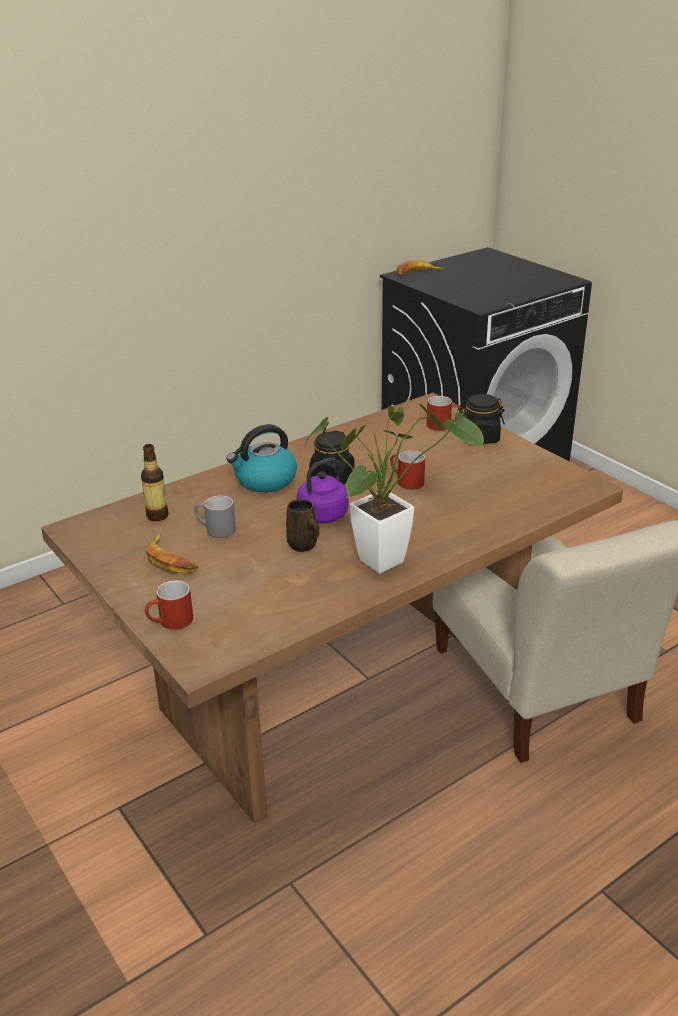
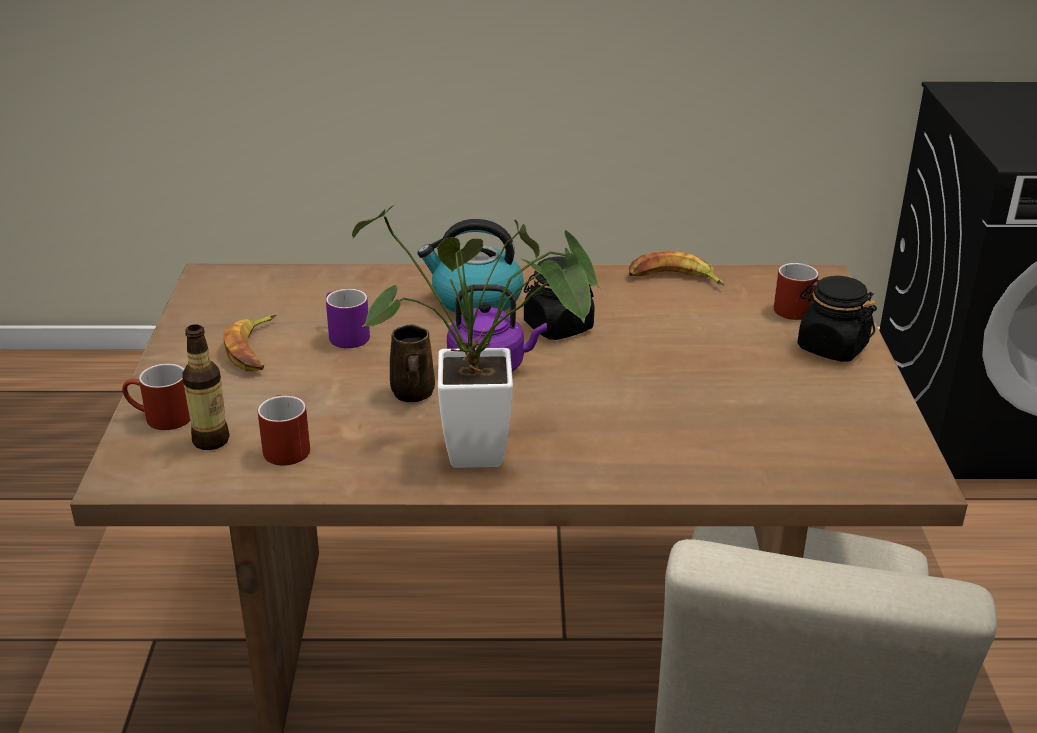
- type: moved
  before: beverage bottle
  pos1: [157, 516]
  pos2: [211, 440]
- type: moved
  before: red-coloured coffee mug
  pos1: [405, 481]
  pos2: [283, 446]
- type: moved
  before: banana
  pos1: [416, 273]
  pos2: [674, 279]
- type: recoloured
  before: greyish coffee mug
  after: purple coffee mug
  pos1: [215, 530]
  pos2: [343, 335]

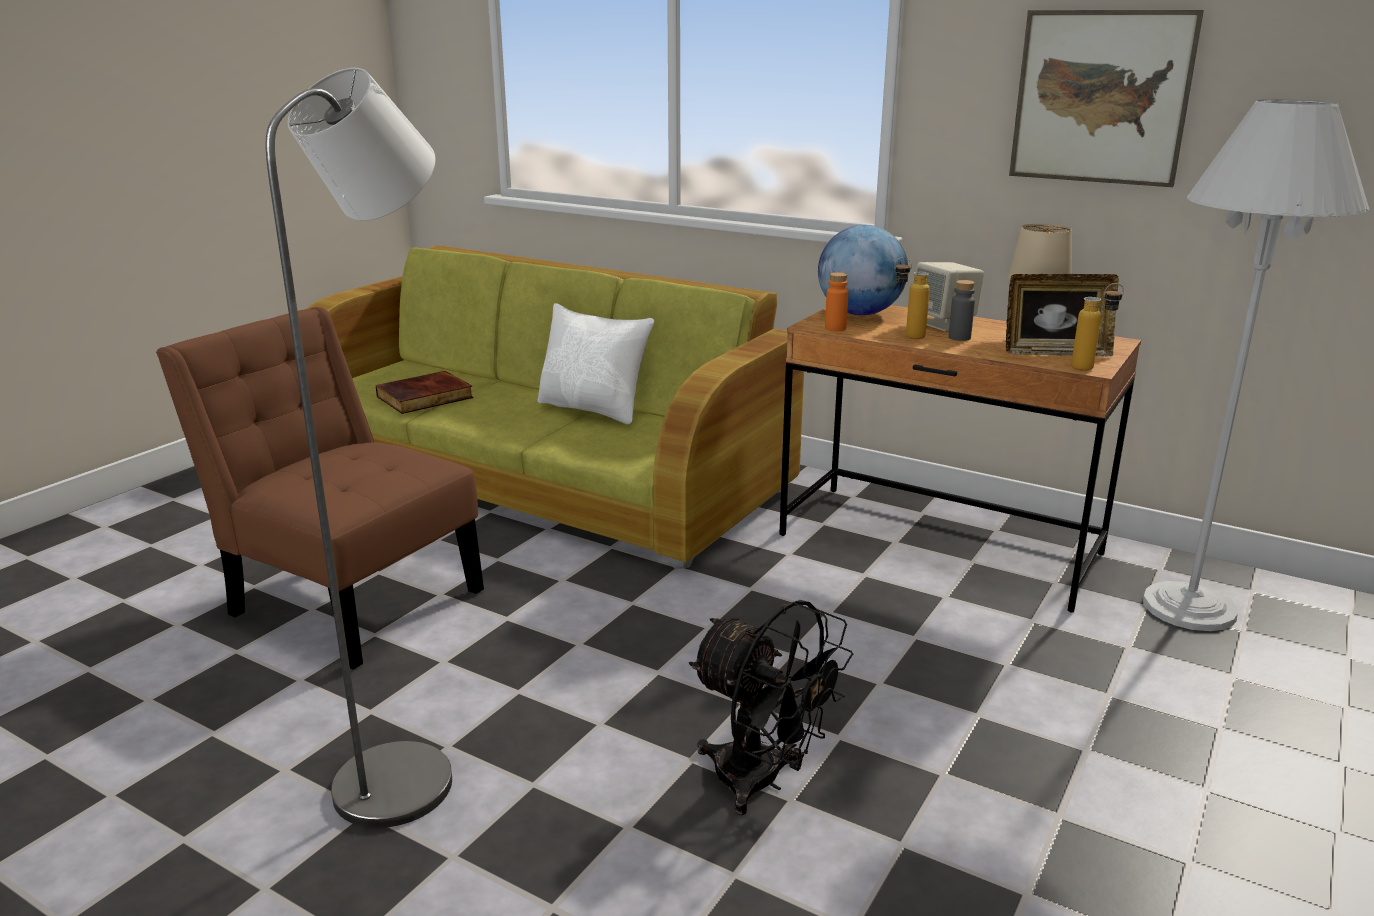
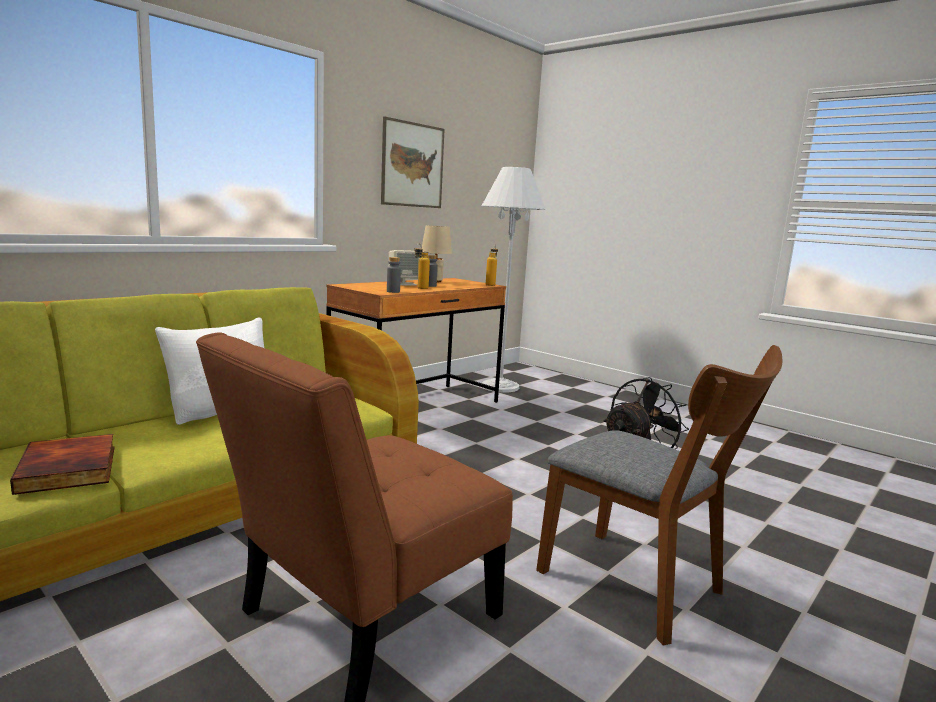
- type: removed
  before: globe
  pos1: [860, 313]
- type: removed
  before: picture frame
  pos1: [1055, 353]
- type: replaced
  before: greyish standing lamp
  after: brown-coloured upright chair
  pos1: [411, 773]
  pos2: [641, 588]
- type: recoloured
  before: orange-coloured beverage bottle
  after: greyish beverage bottle
  pos1: [835, 328]
  pos2: [393, 291]

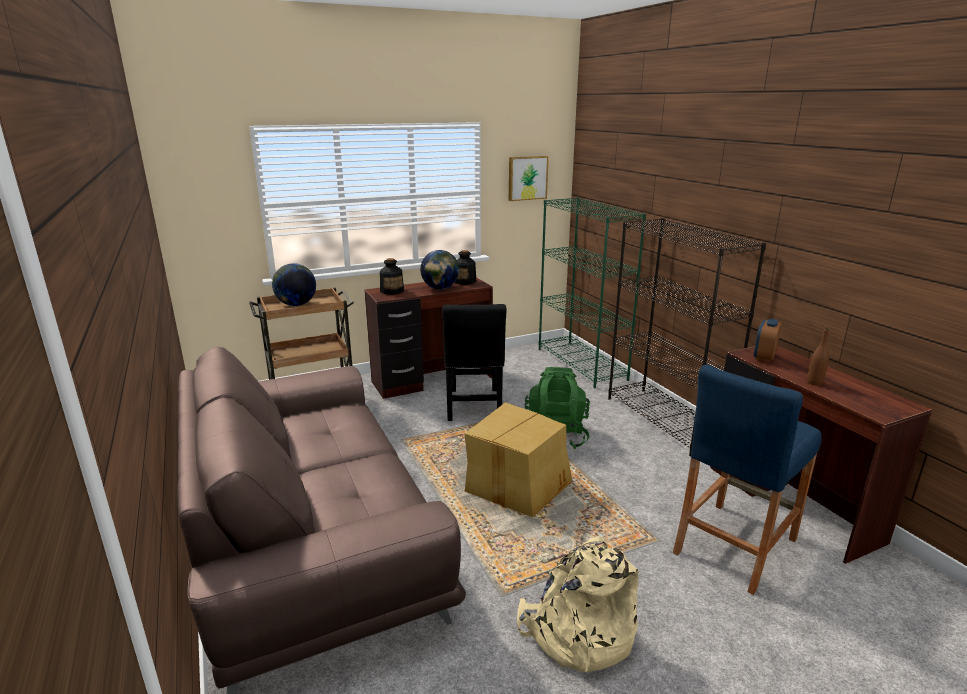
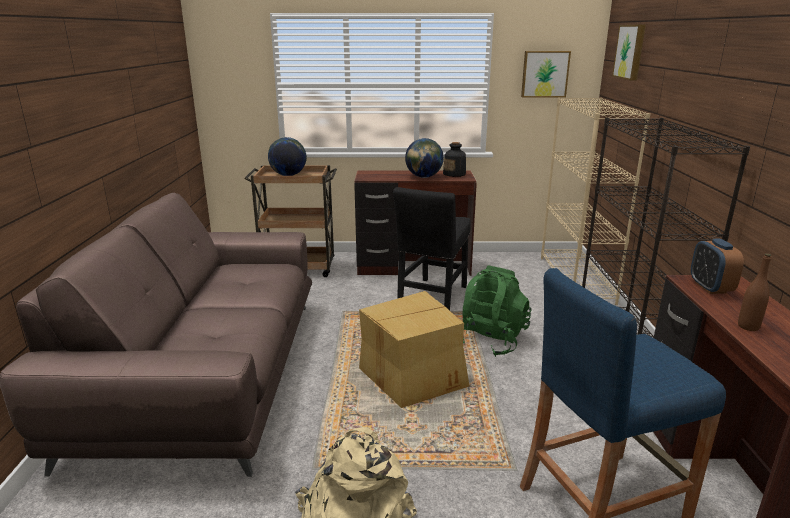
- type: removed
  before: beverage bottle
  pos1: [392, 291]
- type: added
  after: wall art
  pos2: [631, 52]
- type: recoloured
  before: green-coloured bookshelf
  after: beige-coloured bookshelf
  pos1: [581, 364]
  pos2: [576, 280]
- type: turned
  before: bedside clock
  pos1: [764, 357]
  pos2: [710, 288]
  turn: -60

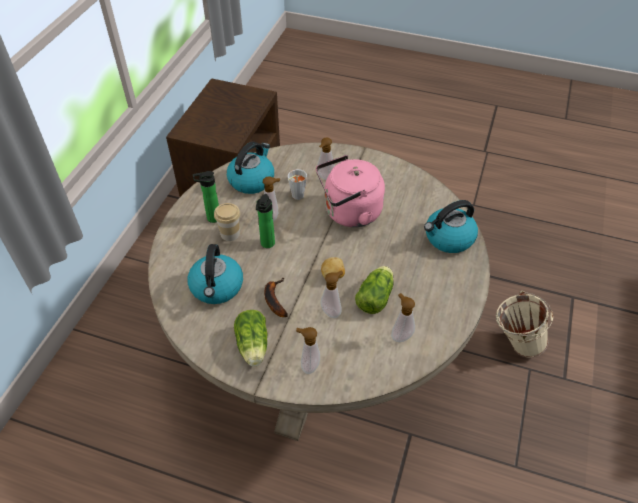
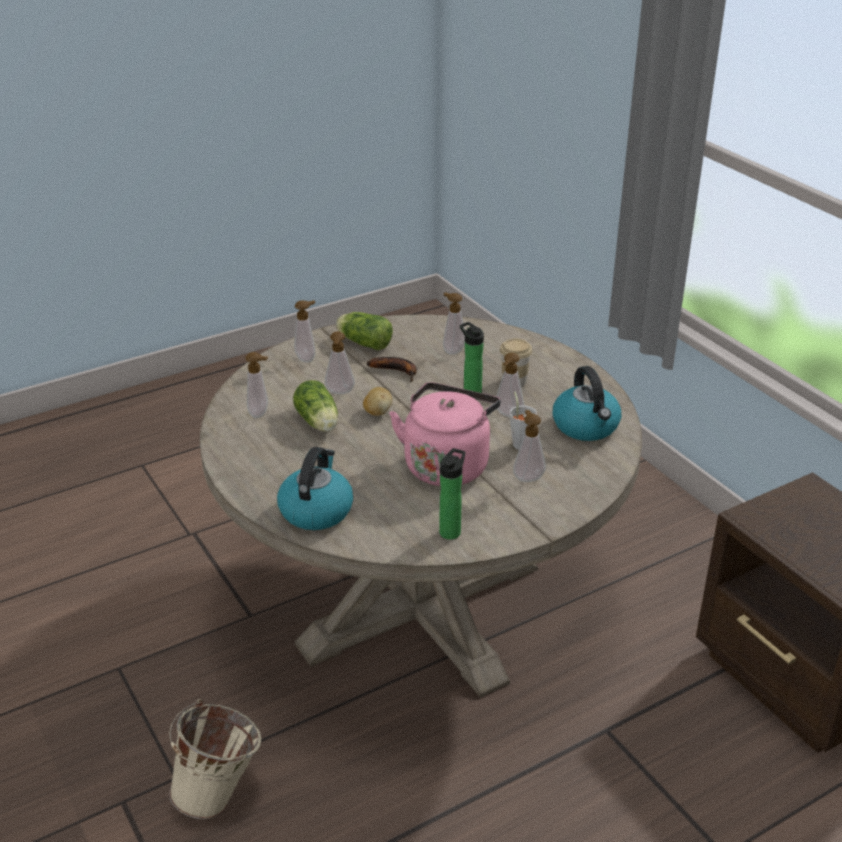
- type: moved
  before: beverage bottle
  pos1: [211, 218]
  pos2: [451, 530]
- type: replaced
  before: water kettle
  after: soap dispenser
  pos1: [217, 287]
  pos2: [452, 350]

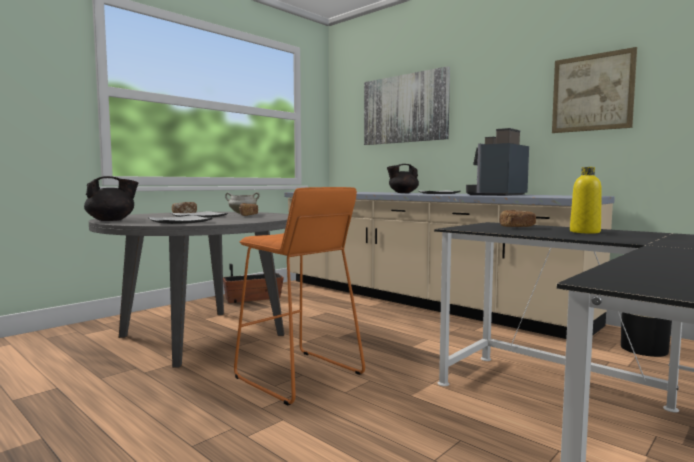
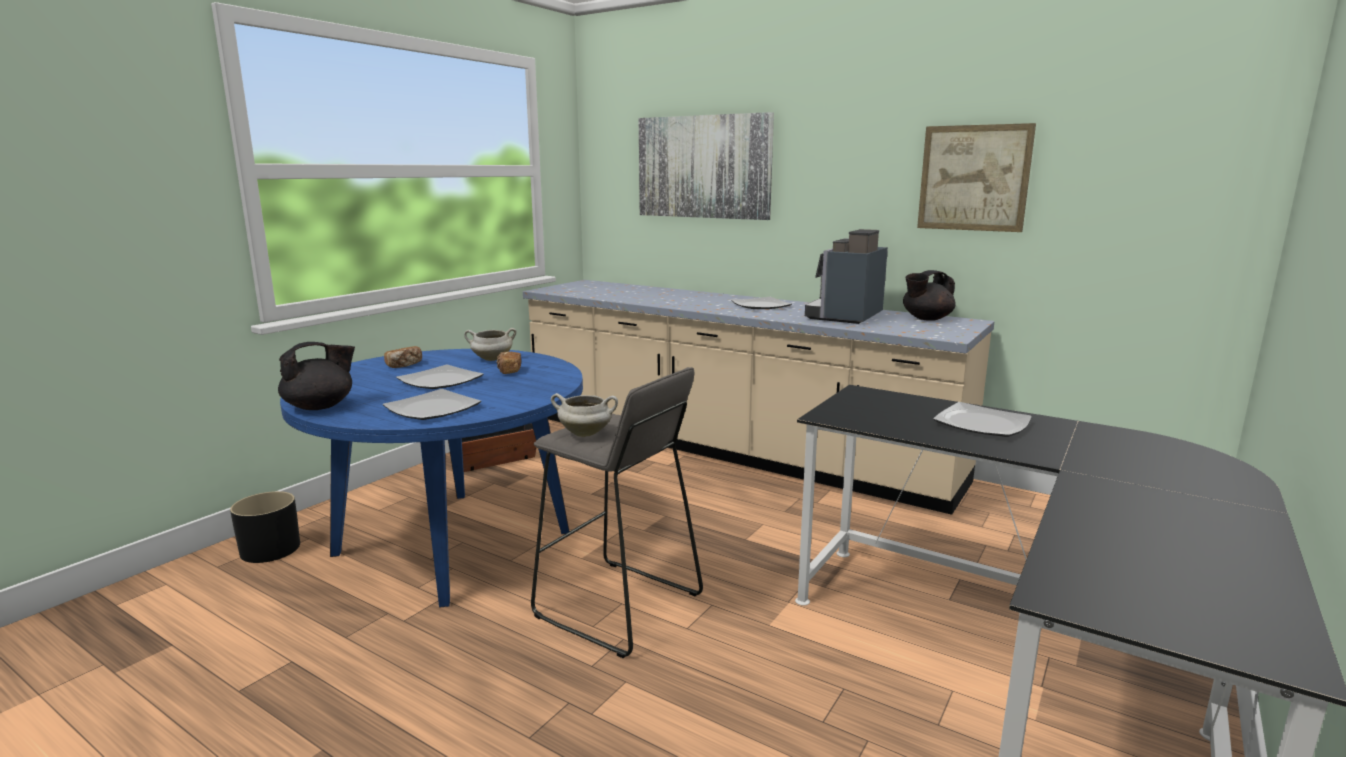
- type: removed
  before: bread
  pos1: [516, 227]
- type: added
  after: white-coloured stockpot
  pos2: [586, 433]
- type: moved
  before: black pot for tea
  pos1: [403, 193]
  pos2: [926, 319]
- type: moved
  before: black plant pot
  pos1: [643, 349]
  pos2: [270, 549]
- type: replaced
  before: yellowish beverage bottle
  after: plate
  pos1: [585, 232]
  pos2: [981, 423]
- type: recoloured
  before: greyish dining table
  after: blue-coloured dining table
  pos1: [202, 336]
  pos2: [454, 543]
- type: recoloured
  before: orange-coloured stool seat
  after: greyish stool seat
  pos1: [298, 376]
  pos2: [617, 606]

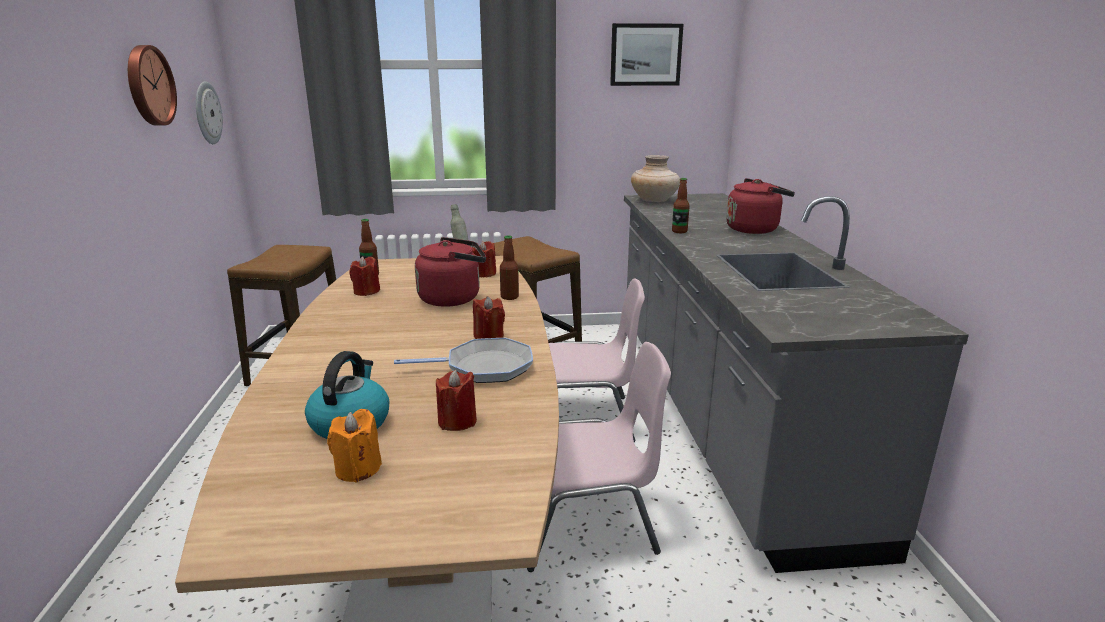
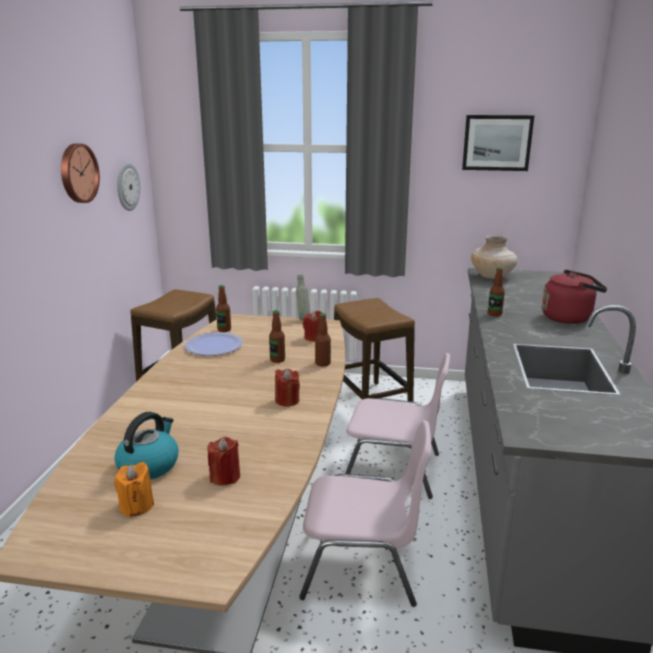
- type: removed
  before: skillet
  pos1: [484, 367]
- type: replaced
  before: red-coloured wax candle
  after: plate
  pos1: [366, 292]
  pos2: [214, 345]
- type: replaced
  before: red-coloured water kettle
  after: beverage bottle
  pos1: [453, 298]
  pos2: [277, 360]

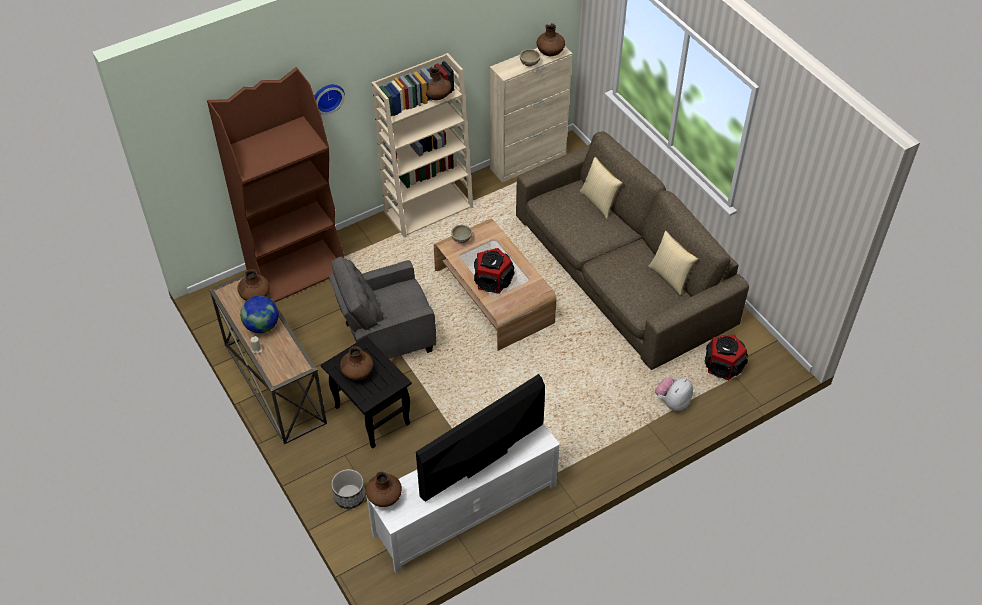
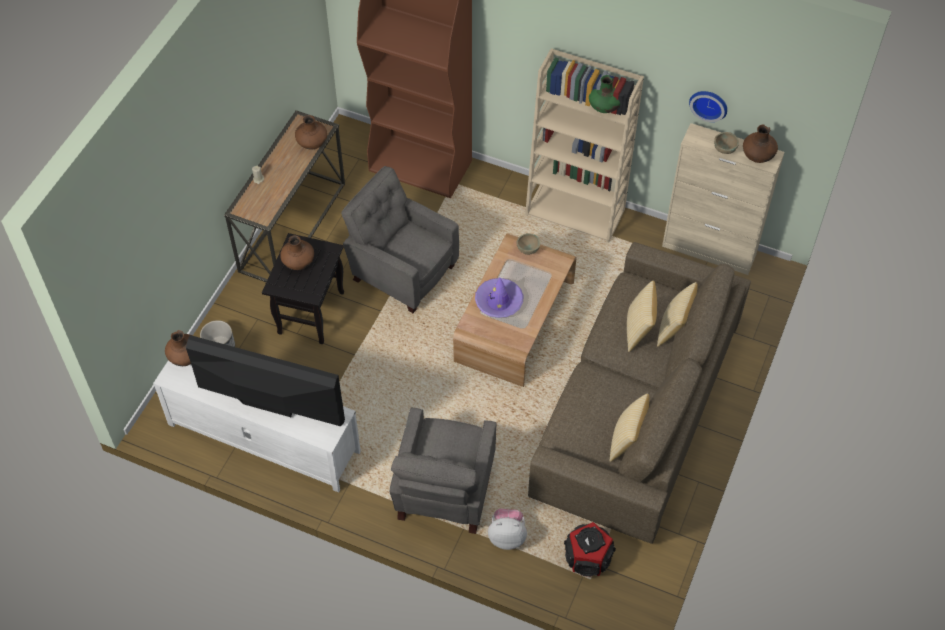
- type: removed
  before: globe
  pos1: [262, 326]
- type: added
  after: greyish easy chair
  pos2: [444, 492]
- type: added
  after: throw pillow
  pos2: [639, 330]
- type: moved
  before: wall clock
  pos1: [327, 97]
  pos2: [709, 103]
- type: replaced
  before: audio speaker
  after: purple hat
  pos1: [493, 280]
  pos2: [499, 301]
- type: recoloured
  before: brown-coloured decorative vase
  after: green-coloured decorative vase
  pos1: [437, 96]
  pos2: [604, 107]

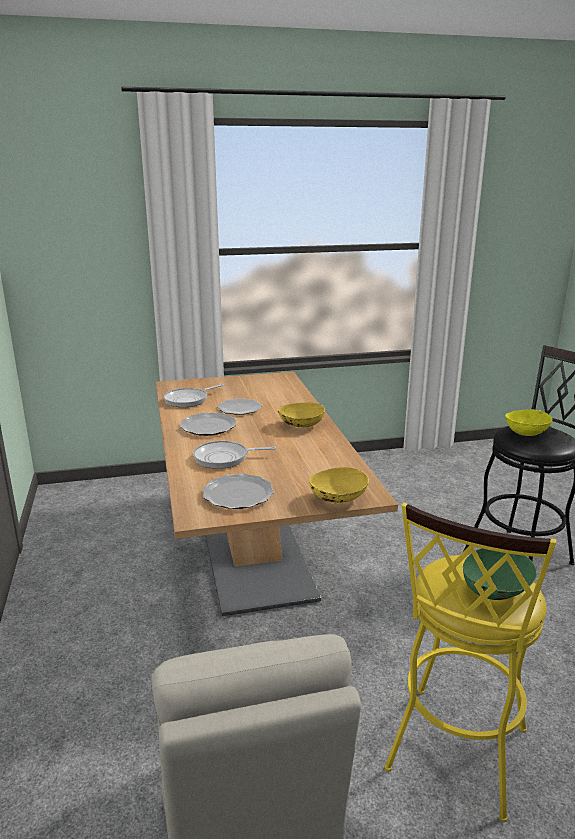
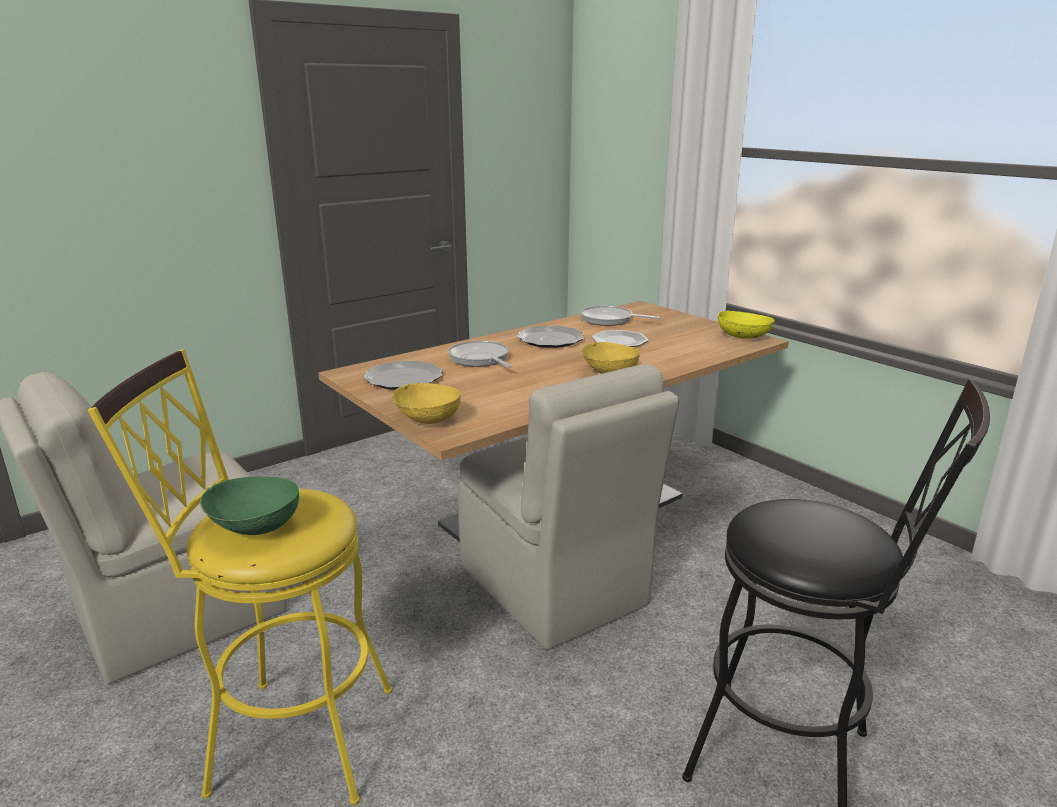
- type: added
  after: beige-coloured upright chair
  pos2: [554, 588]
- type: moved
  before: yellowish bowl
  pos1: [526, 433]
  pos2: [743, 337]

